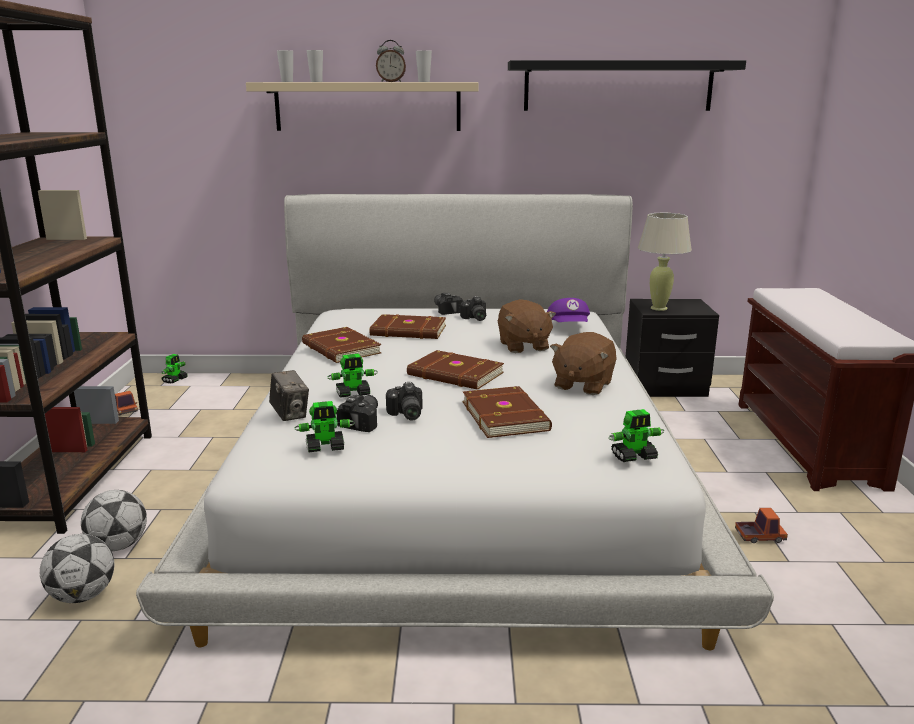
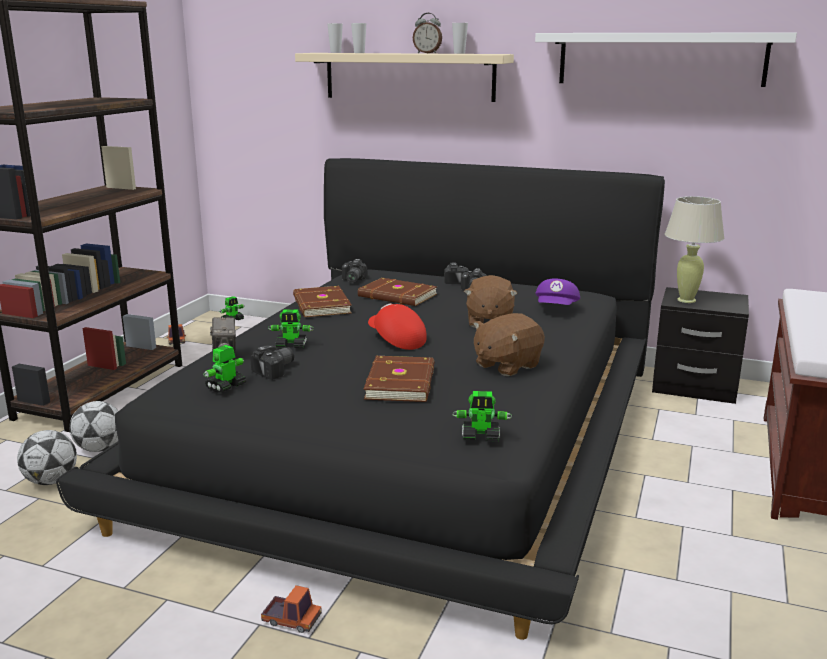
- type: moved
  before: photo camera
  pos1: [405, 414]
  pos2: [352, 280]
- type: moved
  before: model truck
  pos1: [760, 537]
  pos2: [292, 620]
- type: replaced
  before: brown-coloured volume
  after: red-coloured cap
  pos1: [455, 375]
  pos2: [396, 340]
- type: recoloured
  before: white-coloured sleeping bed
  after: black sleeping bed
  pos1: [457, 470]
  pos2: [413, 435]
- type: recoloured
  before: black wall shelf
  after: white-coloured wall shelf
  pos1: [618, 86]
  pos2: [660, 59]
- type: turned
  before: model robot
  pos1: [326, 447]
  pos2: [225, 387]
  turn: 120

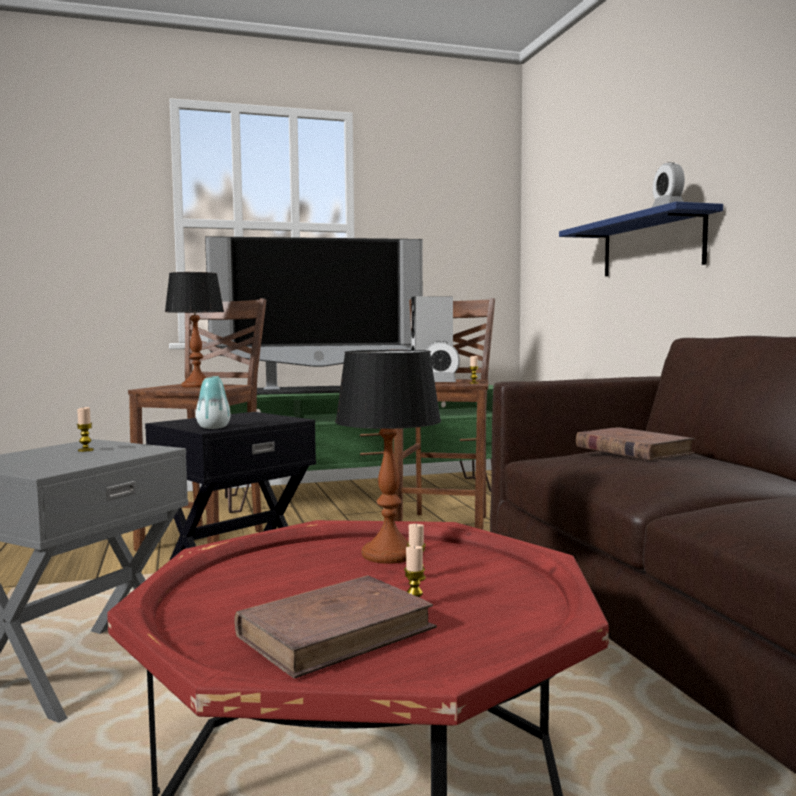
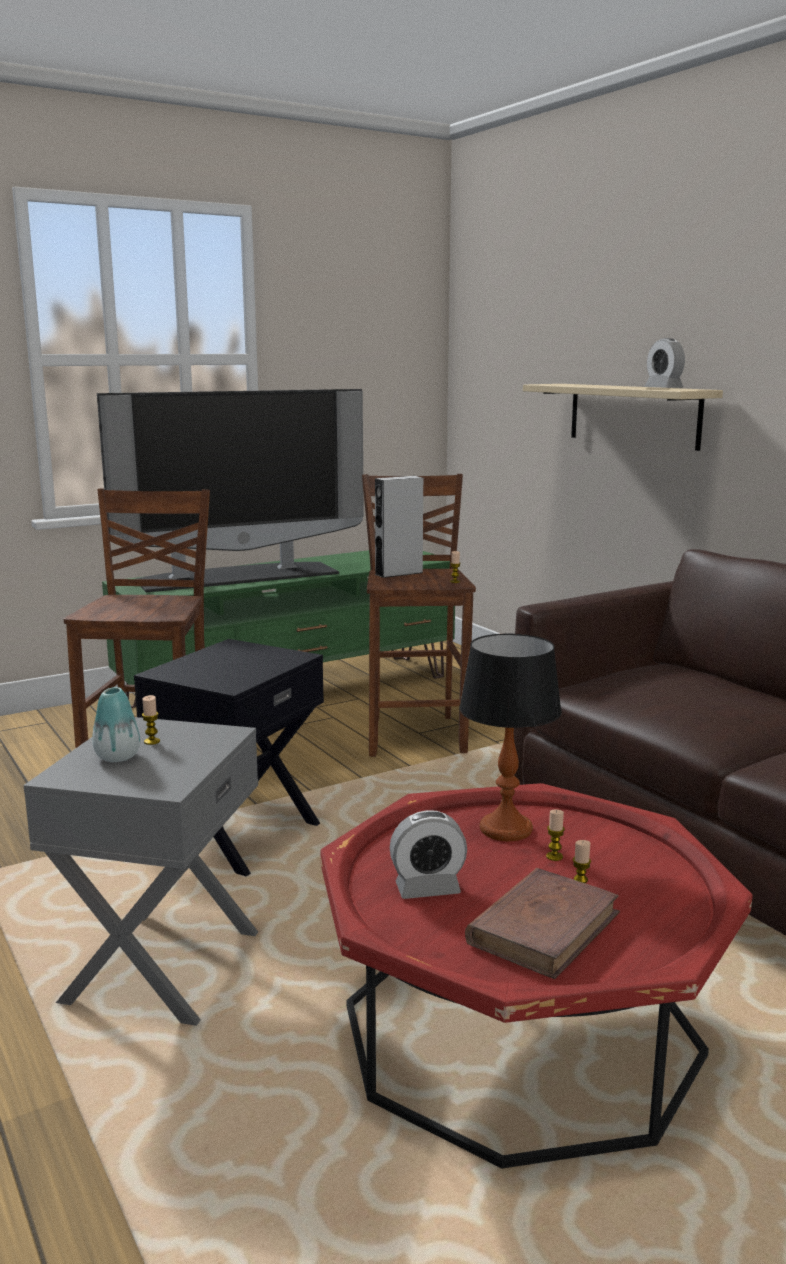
- type: removed
  before: lamp for a table
  pos1: [197, 386]
- type: removed
  before: brown-coloured volume
  pos1: [632, 450]
- type: moved
  before: decorative vase
  pos1: [213, 427]
  pos2: [117, 757]
- type: moved
  before: bedside clock
  pos1: [441, 382]
  pos2: [427, 889]
- type: recoloured
  before: blue-coloured wall shelf
  after: beige-coloured wall shelf
  pos1: [651, 245]
  pos2: [633, 415]

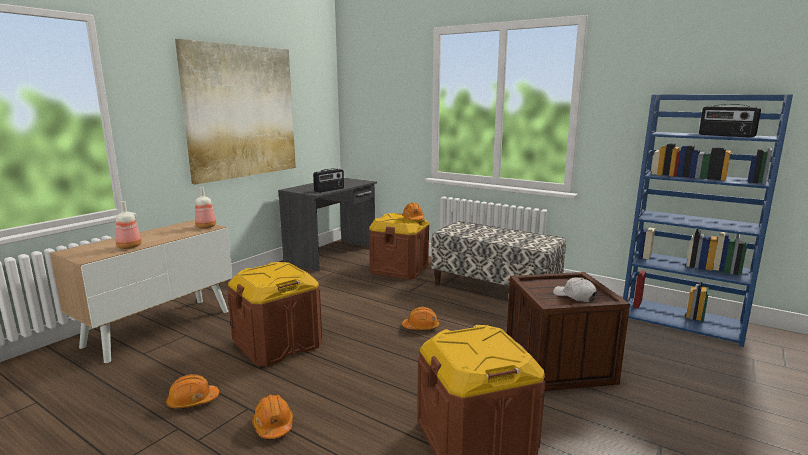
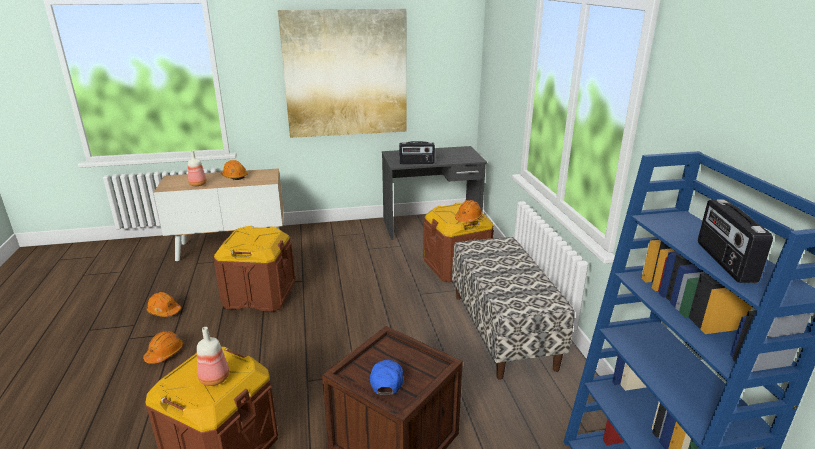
- type: moved
  before: beverage bottle
  pos1: [207, 227]
  pos2: [215, 378]
- type: moved
  before: orange-coloured hard hat
  pos1: [421, 327]
  pos2: [234, 176]
- type: recoloured
  before: white-coloured cap
  after: blue-coloured cap
  pos1: [574, 296]
  pos2: [386, 380]

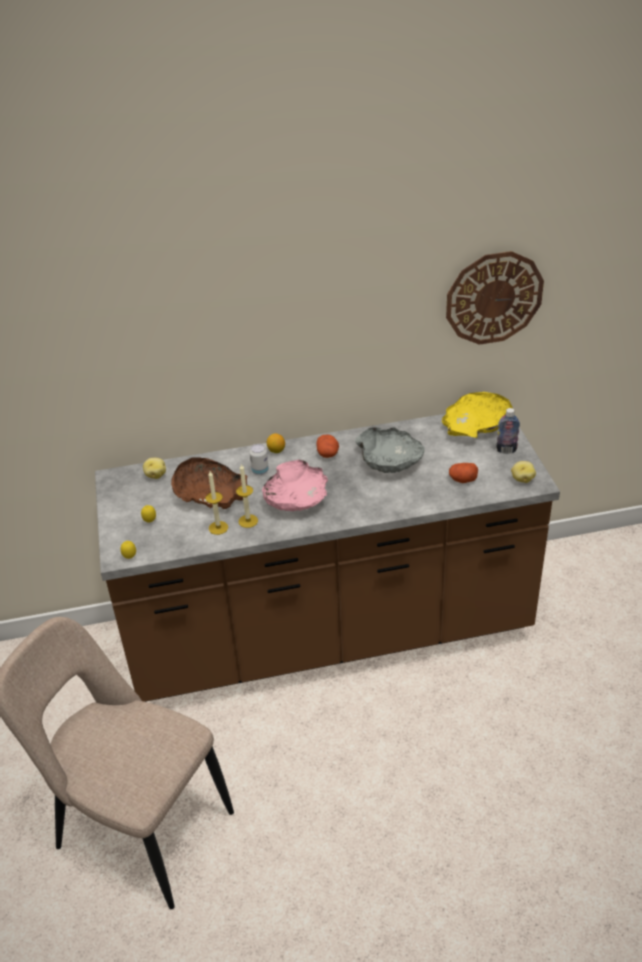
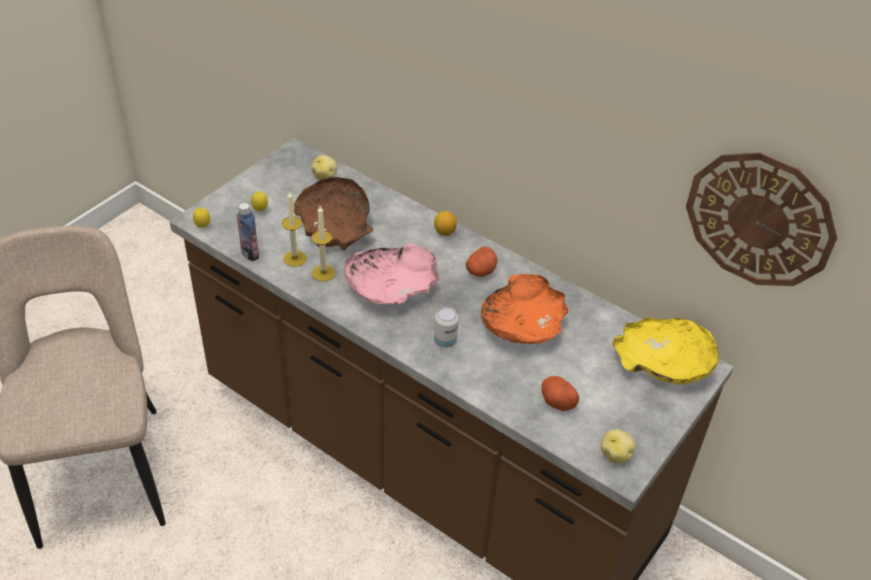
- type: moved
  before: can
  pos1: [260, 471]
  pos2: [445, 341]
- type: moved
  before: beverage bottle
  pos1: [506, 450]
  pos2: [250, 253]
- type: recoloured
  before: greyish bowl
  after: orange-coloured bowl
  pos1: [389, 460]
  pos2: [523, 323]

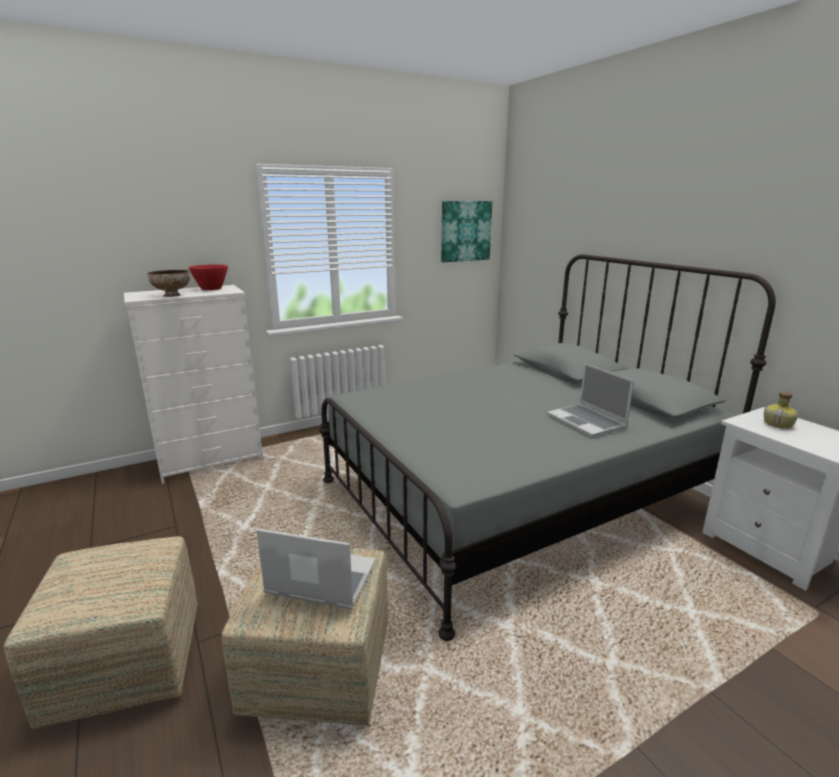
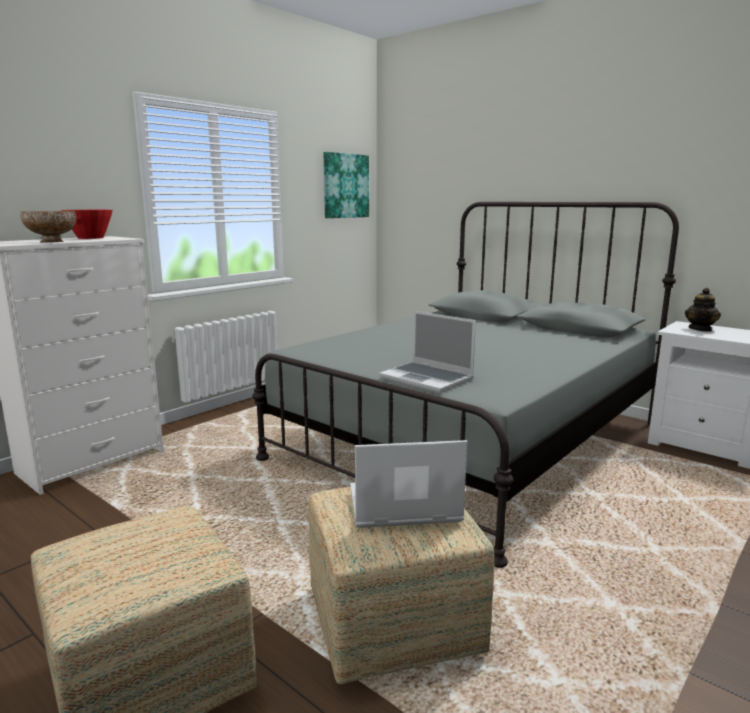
- type: moved
  before: portable computer
  pos1: [587, 422]
  pos2: [428, 379]
- type: replaced
  before: beverage bottle
  after: pot for tea
  pos1: [778, 424]
  pos2: [700, 329]

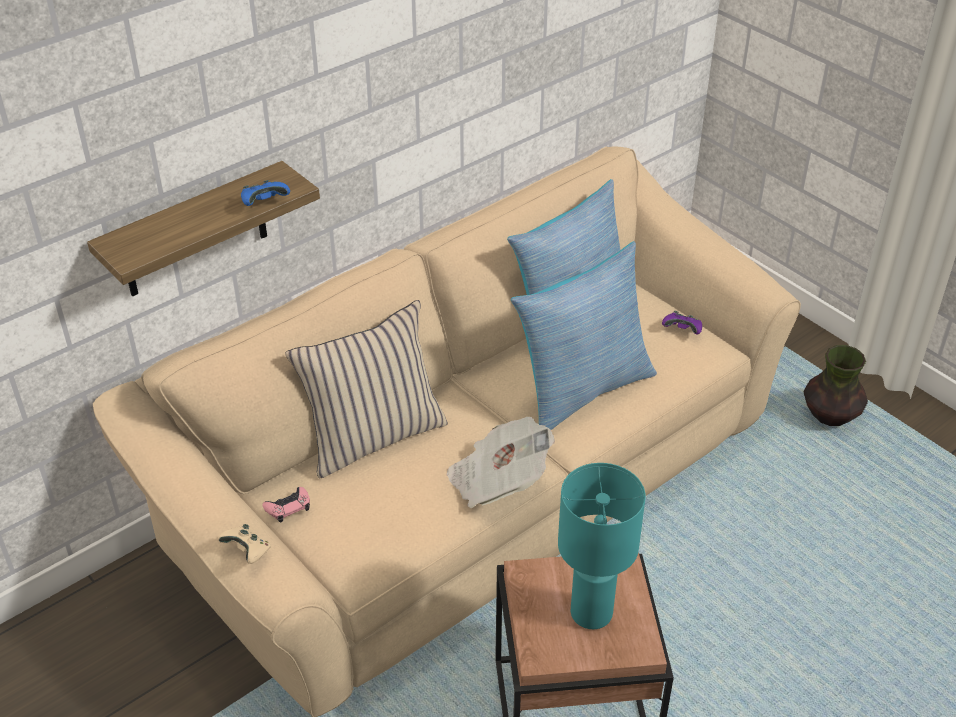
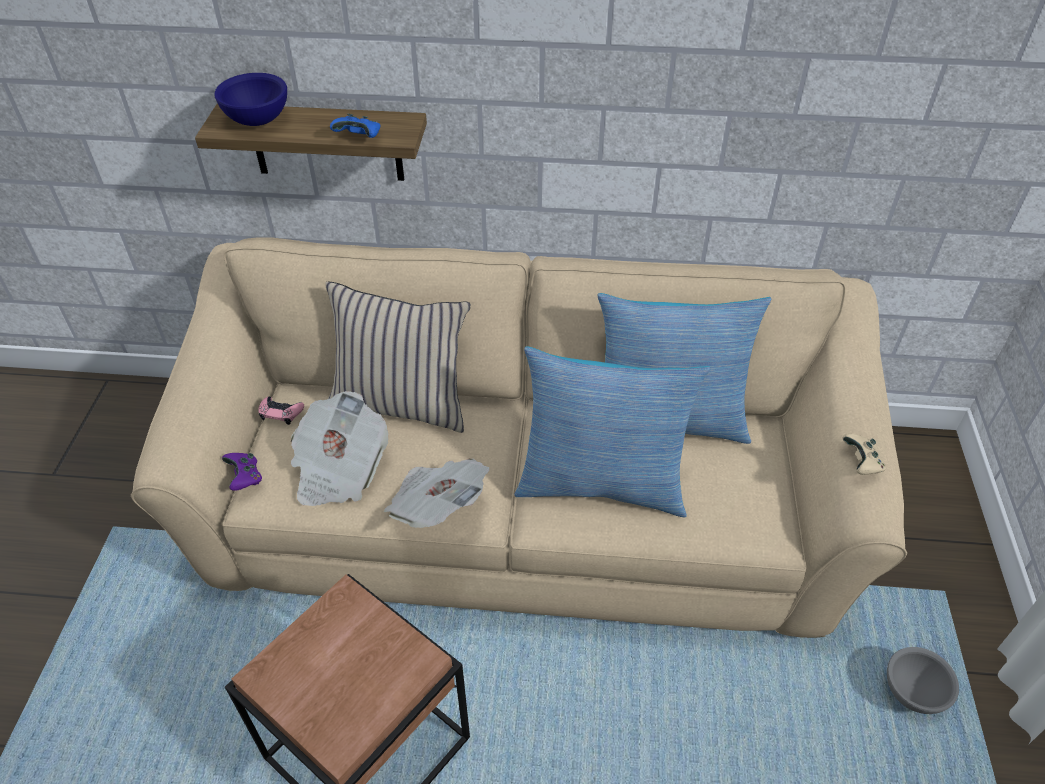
- type: removed
  before: blue-green lamp for a table
  pos1: [592, 614]
- type: added
  after: blue-coloured bowl
  pos2: [258, 120]
- type: added
  after: printed paper
  pos2: [339, 469]
- type: moved
  before: beige-coloured game controller
  pos1: [248, 552]
  pos2: [861, 463]
- type: moved
  before: purple game controller
  pos1: [682, 331]
  pos2: [245, 478]
- type: replaced
  before: decorative vase
  after: greyish bowl
  pos1: [830, 415]
  pos2: [914, 692]

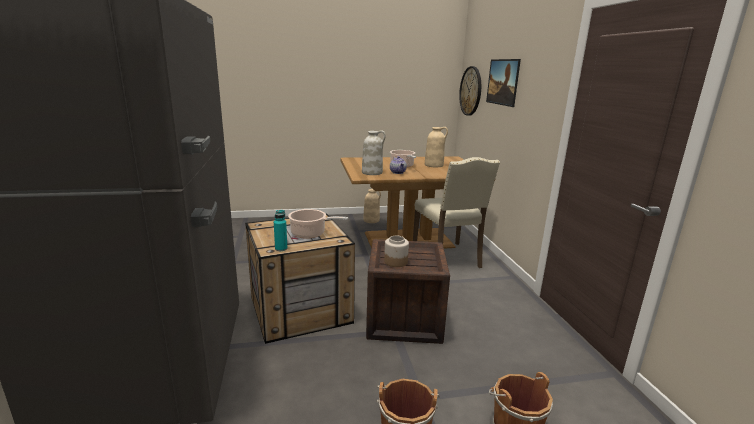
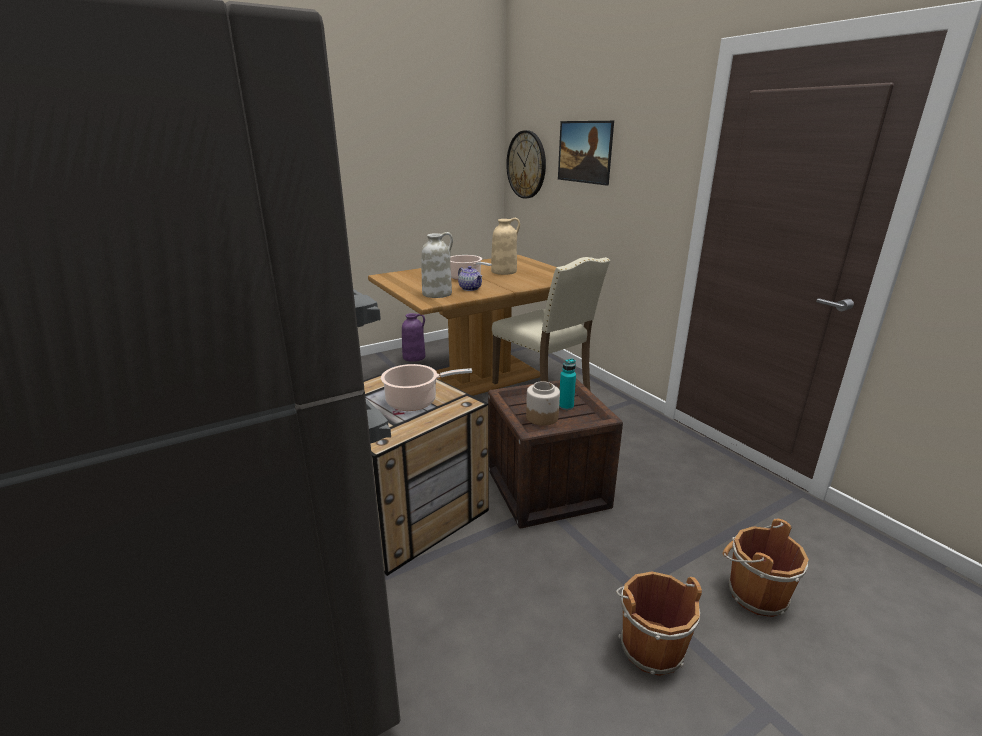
- type: moved
  before: blue-green beverage bottle
  pos1: [281, 249]
  pos2: [566, 406]
- type: recoloured
  before: beige-coloured decorative vase
  after: purple decorative vase
  pos1: [371, 220]
  pos2: [414, 357]

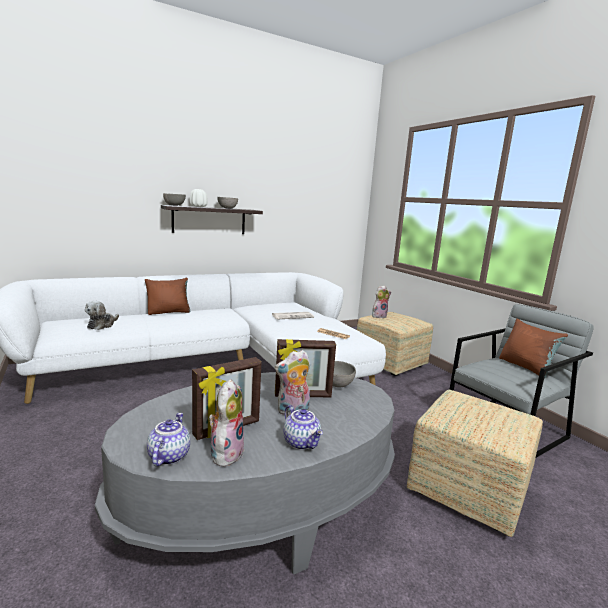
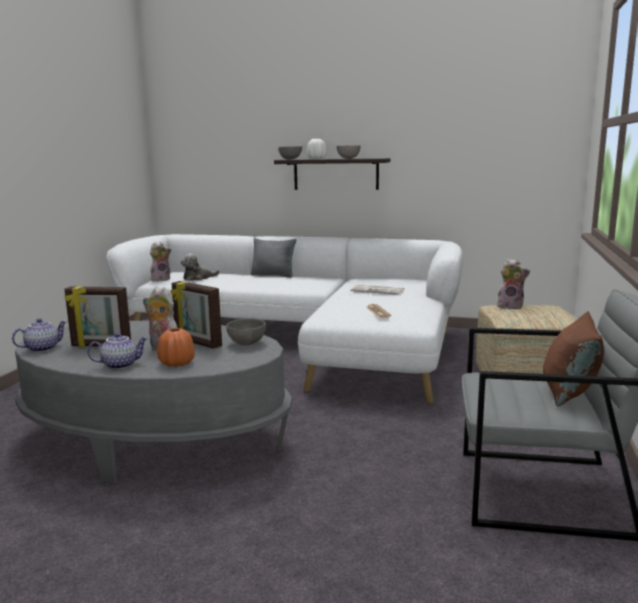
- type: removed
  before: pouffe
  pos1: [469, 490]
- type: added
  after: orange-coloured decorative vase
  pos2: [177, 363]
- type: moved
  before: cuddly toy
  pos1: [225, 453]
  pos2: [161, 279]
- type: recoloured
  before: brown-coloured throw pillow
  after: greyish throw pillow
  pos1: [168, 312]
  pos2: [273, 275]
- type: turned
  before: pot for tea
  pos1: [302, 442]
  pos2: [120, 365]
  turn: -120

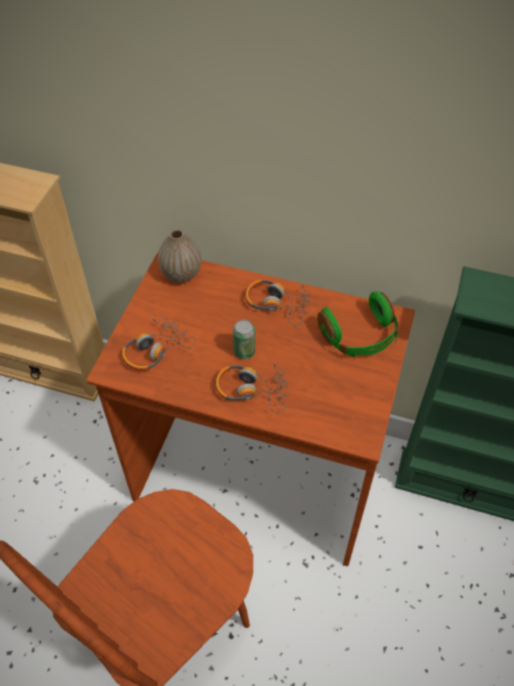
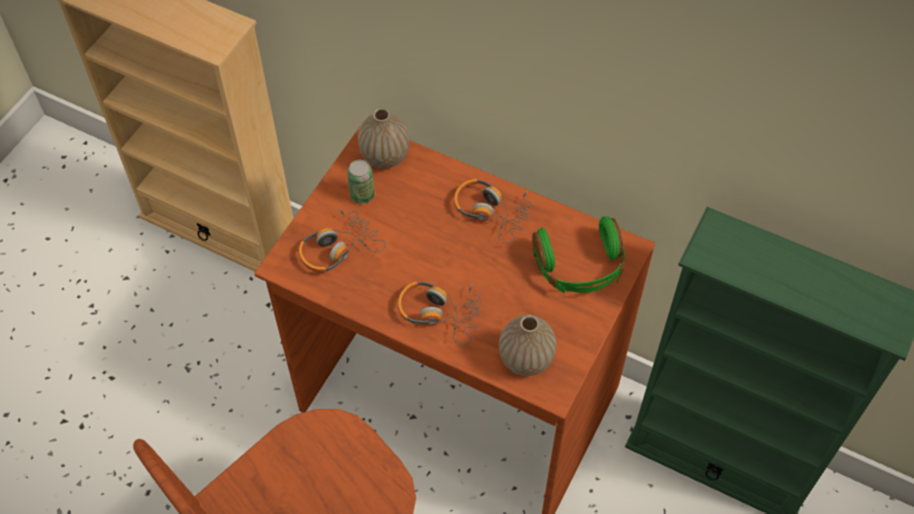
- type: added
  after: decorative vase
  pos2: [525, 359]
- type: moved
  before: can
  pos1: [244, 352]
  pos2: [362, 195]

